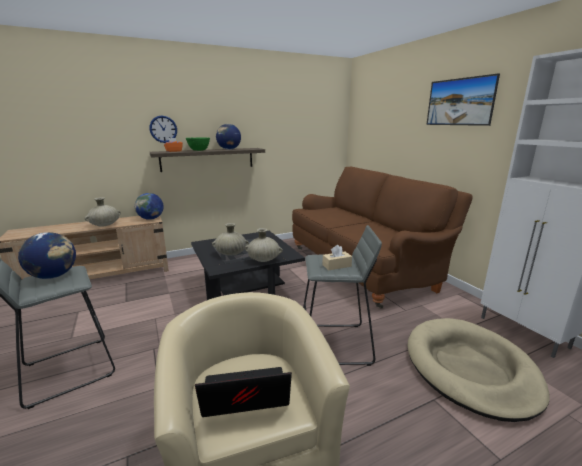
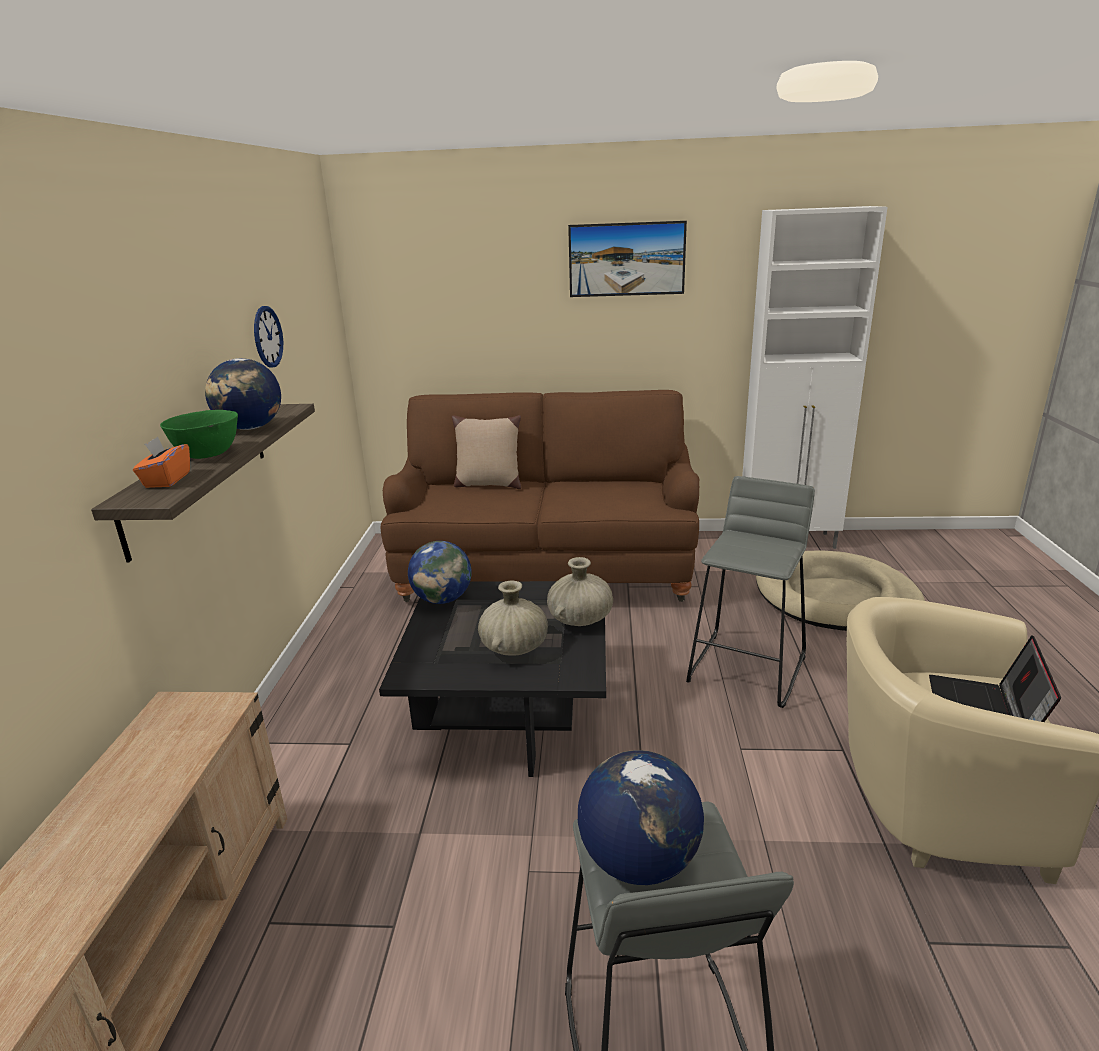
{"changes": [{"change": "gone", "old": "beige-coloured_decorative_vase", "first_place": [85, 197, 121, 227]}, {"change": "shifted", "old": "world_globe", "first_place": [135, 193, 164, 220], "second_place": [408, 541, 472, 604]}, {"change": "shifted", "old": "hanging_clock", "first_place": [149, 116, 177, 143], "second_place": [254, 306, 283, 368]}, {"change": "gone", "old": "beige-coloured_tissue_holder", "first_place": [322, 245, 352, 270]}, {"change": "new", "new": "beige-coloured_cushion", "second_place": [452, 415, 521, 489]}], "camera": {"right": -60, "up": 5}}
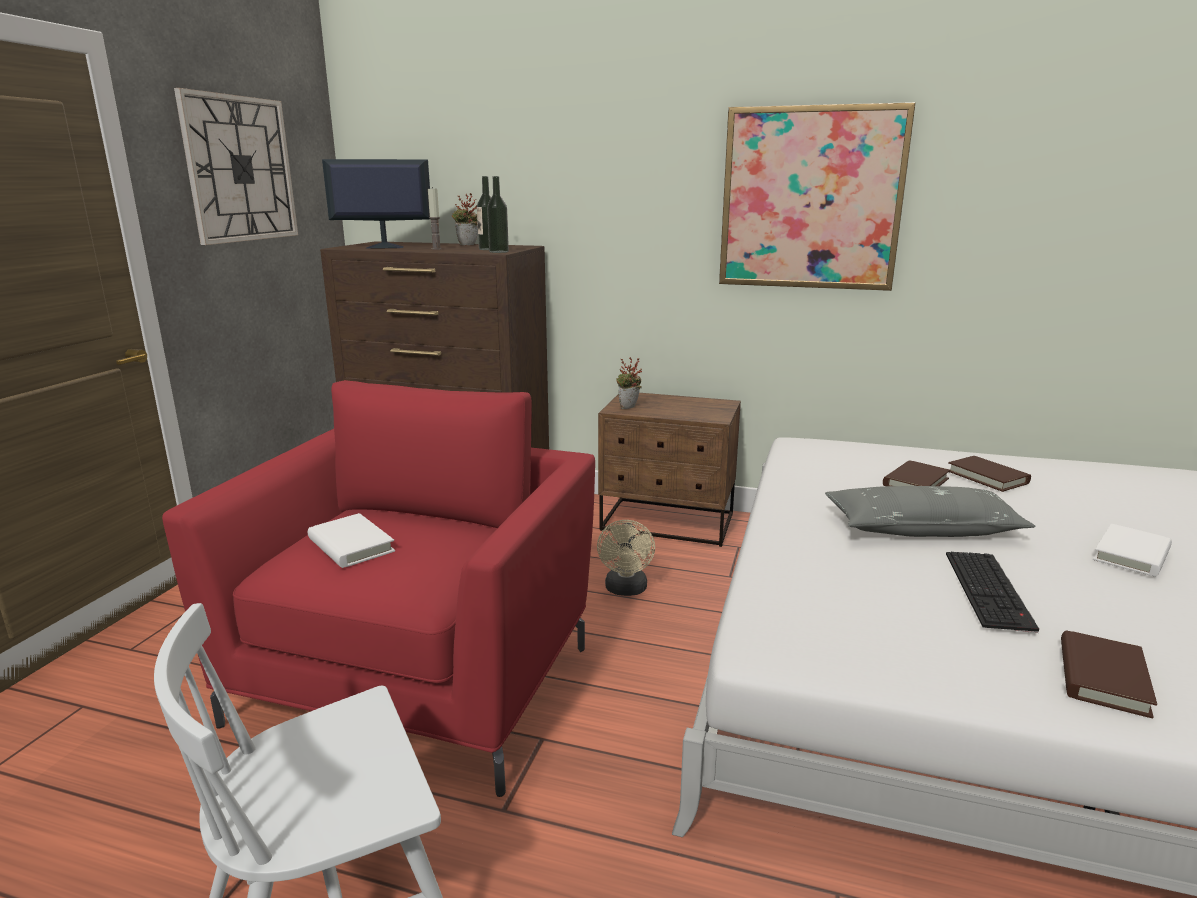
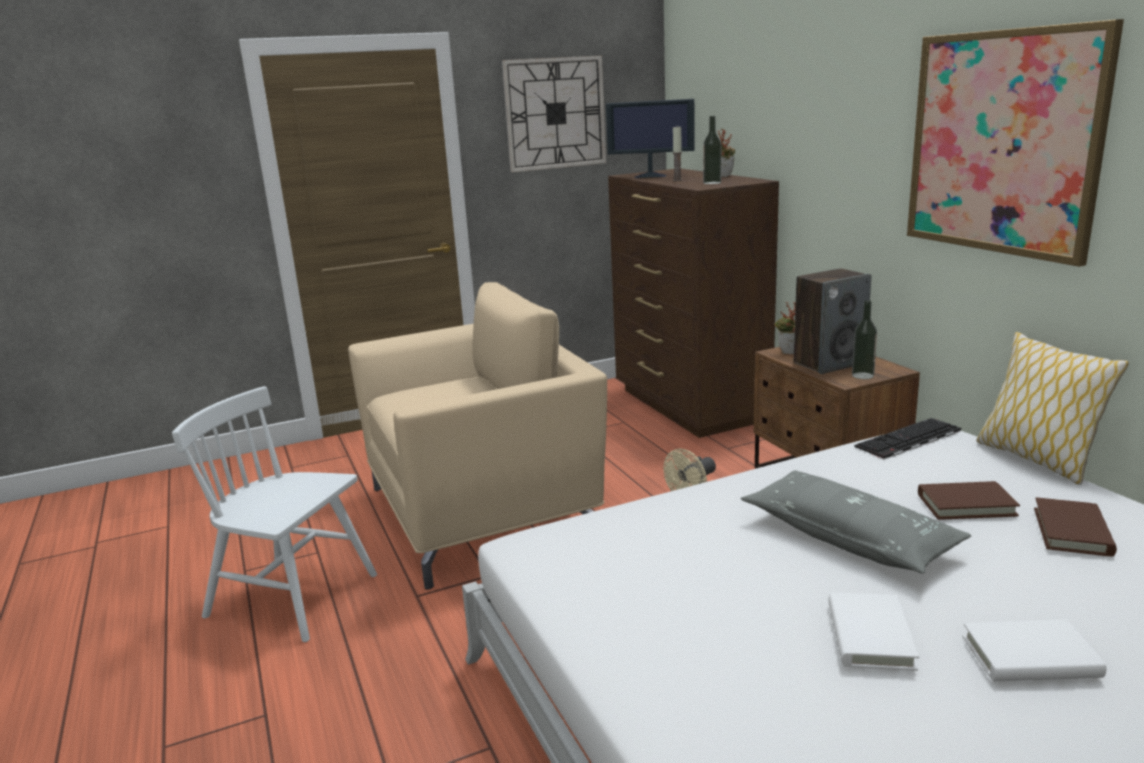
{"changes": [{"change": "repainted", "old": "red_easy_chair", "new": "beige-coloured_easy_chair", "first_place": [162, 380, 595, 797], "second_place": [348, 282, 607, 590]}, {"change": "shifted", "old": "whitish_volume", "first_place": [308, 513, 395, 568], "second_place": [828, 593, 919, 671]}, {"change": "rotated", "old": "monitor", "first_place": [322, 159, 430, 249], "second_place": [606, 99, 695, 178], "degrees": 150}, {"change": "shifted", "old": "drink_bottle", "first_place": [487, 176, 509, 253], "second_place": [852, 300, 877, 379]}, {"change": "shifted", "old": "keyboard", "first_place": [946, 552, 1039, 633], "second_place": [854, 418, 961, 460]}, {"change": "gone", "old": "brown-coloured_volume", "first_place": [1061, 630, 1157, 718]}, {"change": "new", "new": "speaker", "second_place": [794, 268, 871, 374]}, {"change": "new", "new": "cushion", "second_place": [977, 332, 1129, 485]}], "camera": {"right": 50, "up": 0}}
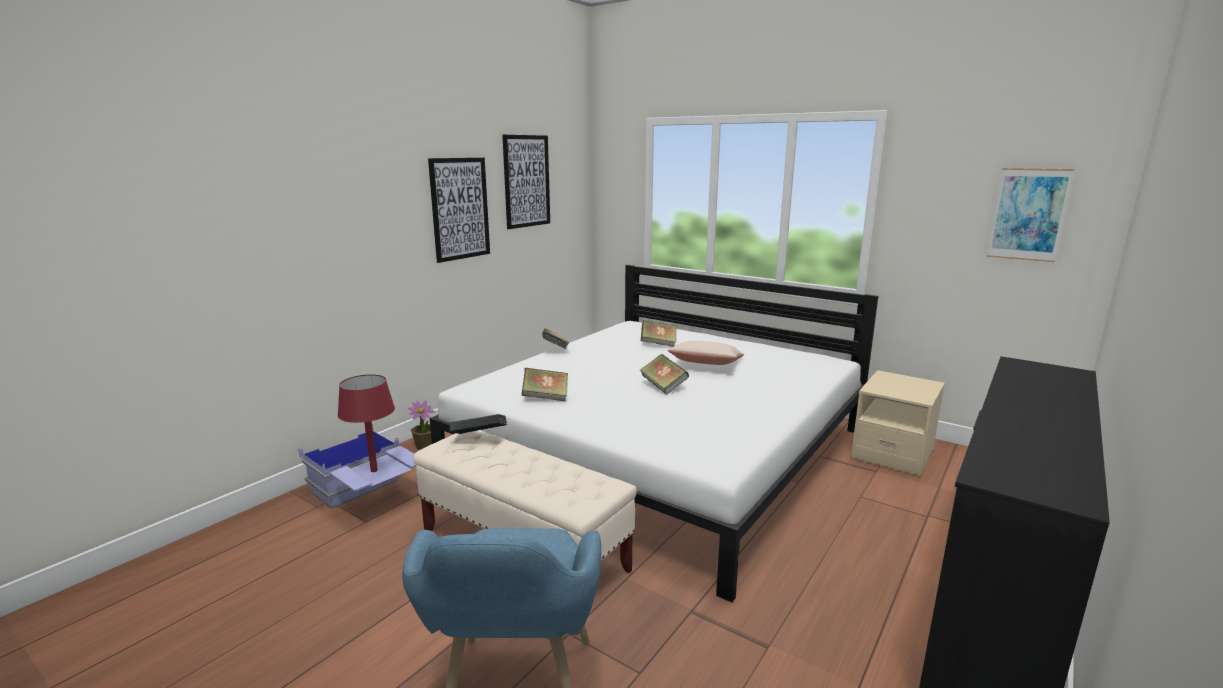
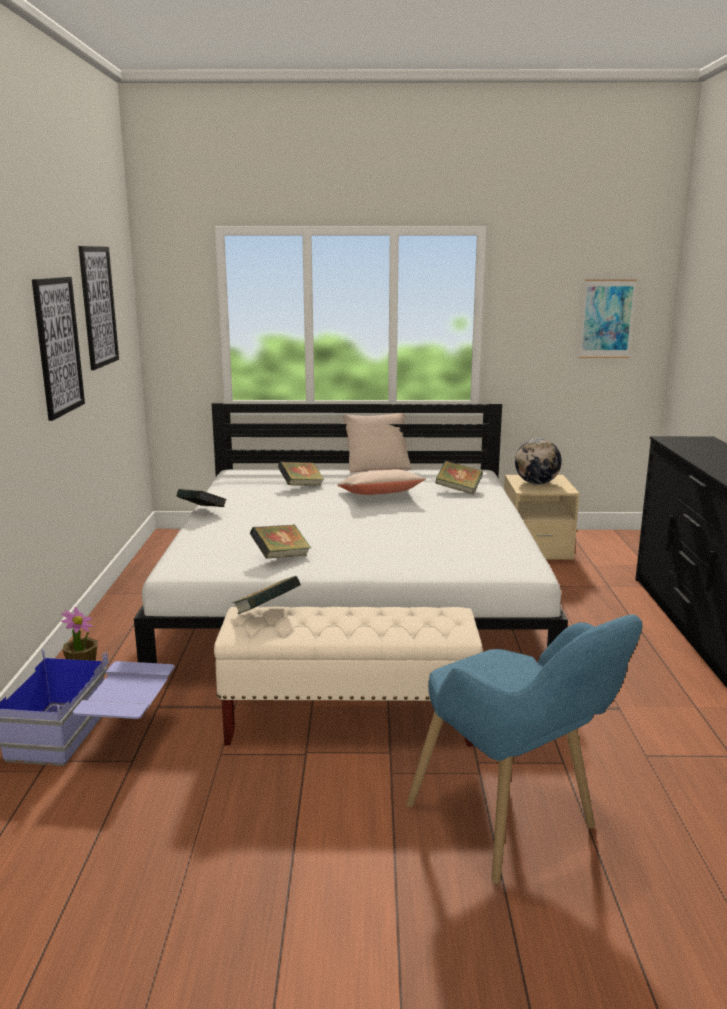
{"changes": [{"change": "gone", "old": "red_table_lamp", "first_place": [338, 374, 395, 472]}, {"change": "shifted", "old": "volume", "first_place": [640, 354, 689, 395], "second_place": [436, 461, 483, 495]}, {"change": "new", "new": "beige-coloured_cushion", "second_place": [343, 413, 412, 473]}, {"change": "new", "new": "world_globe", "second_place": [515, 438, 562, 484]}], "camera": {"right": -35, "up": 0}}
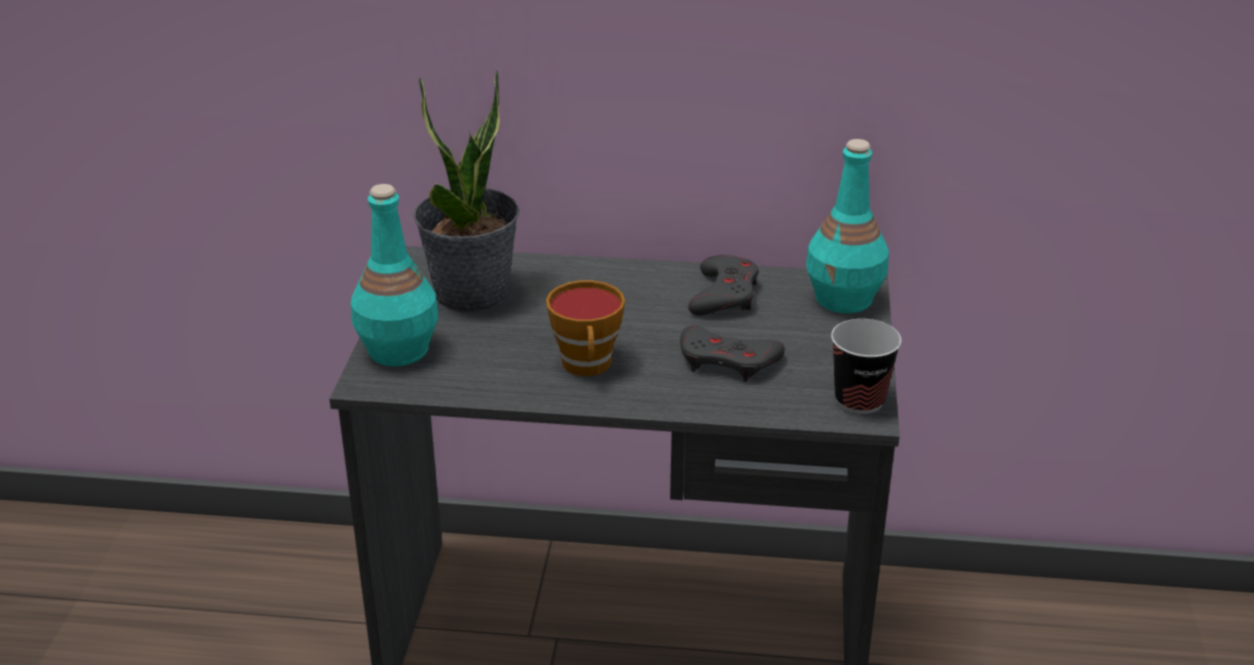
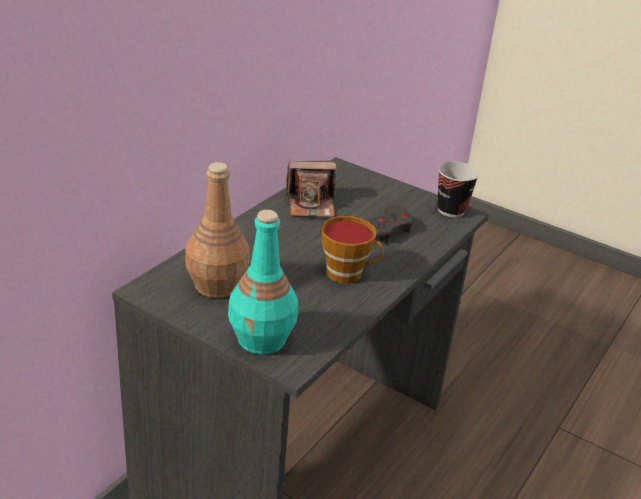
{"changes": [{"change": "swapped", "old": "plant_in_a_pot", "new": "brown-coloured_drink_bottle", "first_place": [413, 70, 520, 312], "second_place": [185, 162, 250, 298]}, {"change": "swapped", "old": "greyish_game_controller", "new": "still_camera", "first_place": [688, 255, 759, 315], "second_place": [285, 161, 337, 217]}, {"change": "gone", "old": "turquoise-coloured_drink_bottle", "first_place": [806, 139, 889, 313]}], "camera": {"right": -65, "up": 0}}
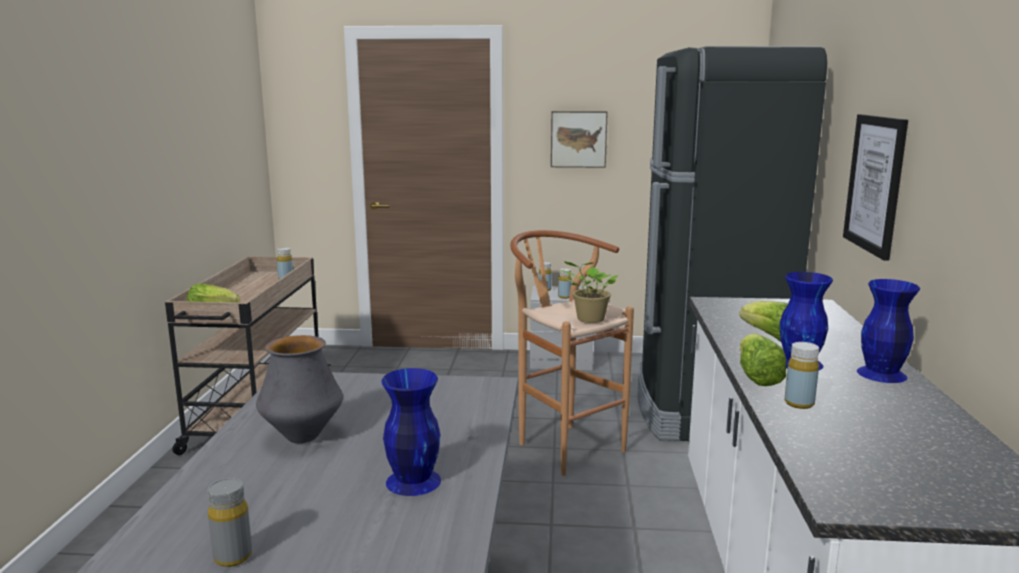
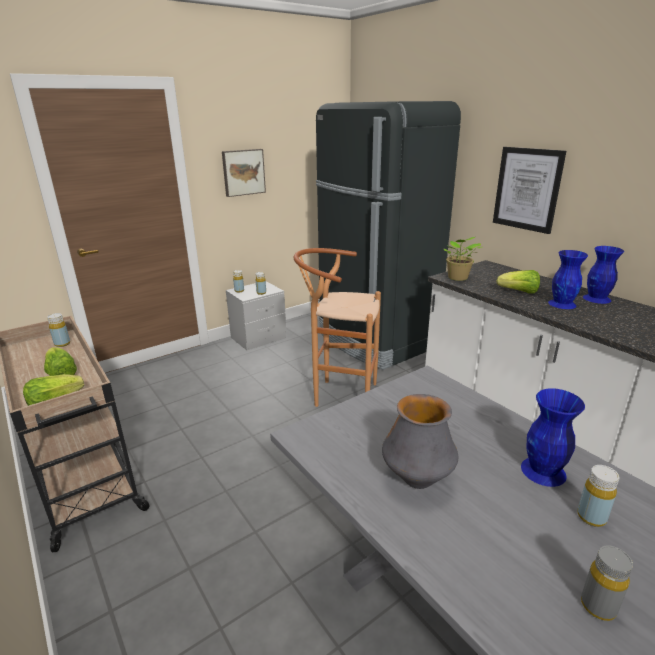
{"changes": [{"change": "shifted", "old": "plant_in_a_pot", "first_place": [561, 261, 619, 323], "second_place": [444, 237, 482, 281]}, {"change": "shifted", "old": "head_of_lettuce", "first_place": [740, 333, 786, 386], "second_place": [44, 347, 77, 376]}, {"change": "shifted", "old": "yellowish_drink_bottle", "first_place": [784, 342, 819, 409], "second_place": [577, 465, 619, 527]}], "camera": {"right": -40, "up": 10}}
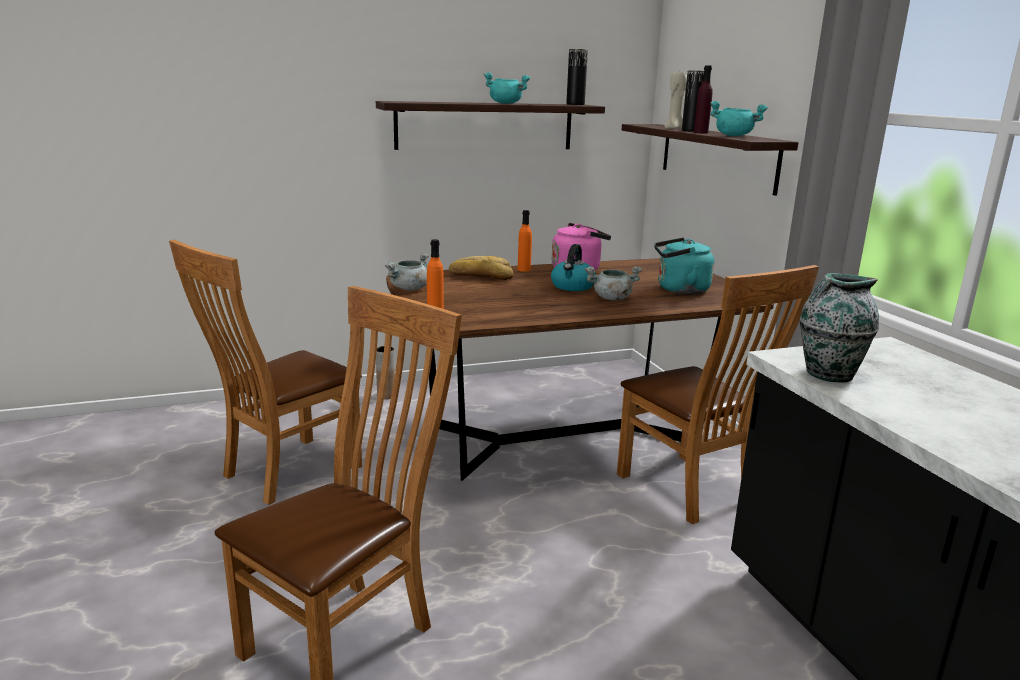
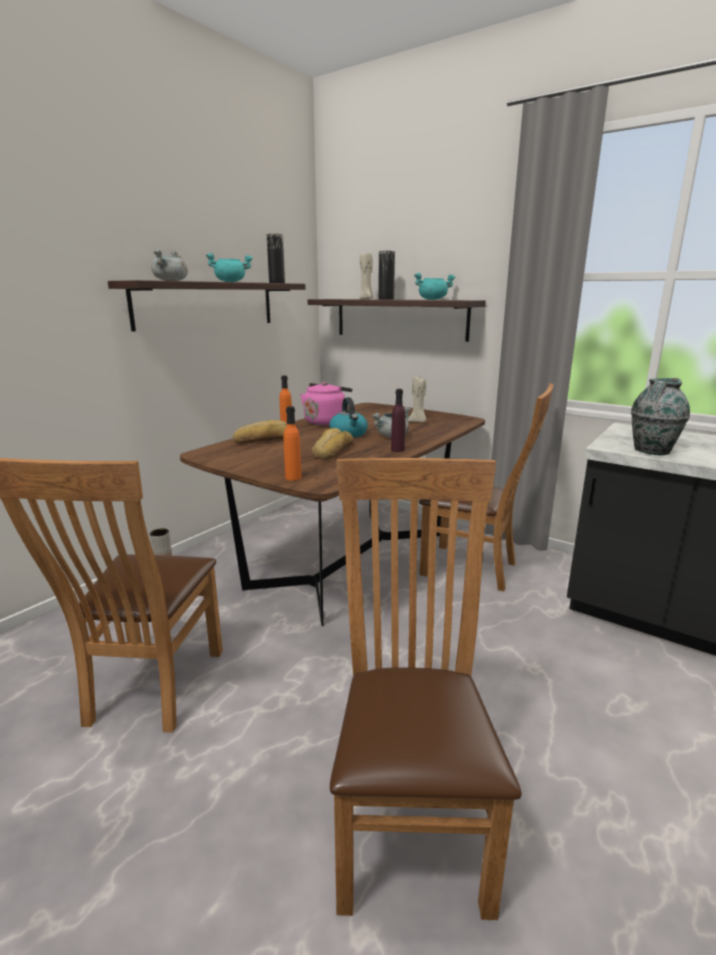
{"changes": [{"change": "shifted", "old": "greyish_stockpot", "first_place": [385, 253, 429, 291], "second_place": [151, 249, 188, 281]}, {"change": "swapped", "old": "turquoise-coloured_kettle", "new": "beige-coloured_wax_candle", "first_place": [654, 238, 714, 294], "second_place": [408, 376, 426, 422]}, {"change": "shifted", "old": "purple_drink_bottle", "first_place": [694, 65, 713, 134], "second_place": [391, 389, 406, 452]}, {"change": "new", "new": "baked_bread", "second_place": [312, 428, 354, 460]}], "camera": {"right": -35, "up": 0}}
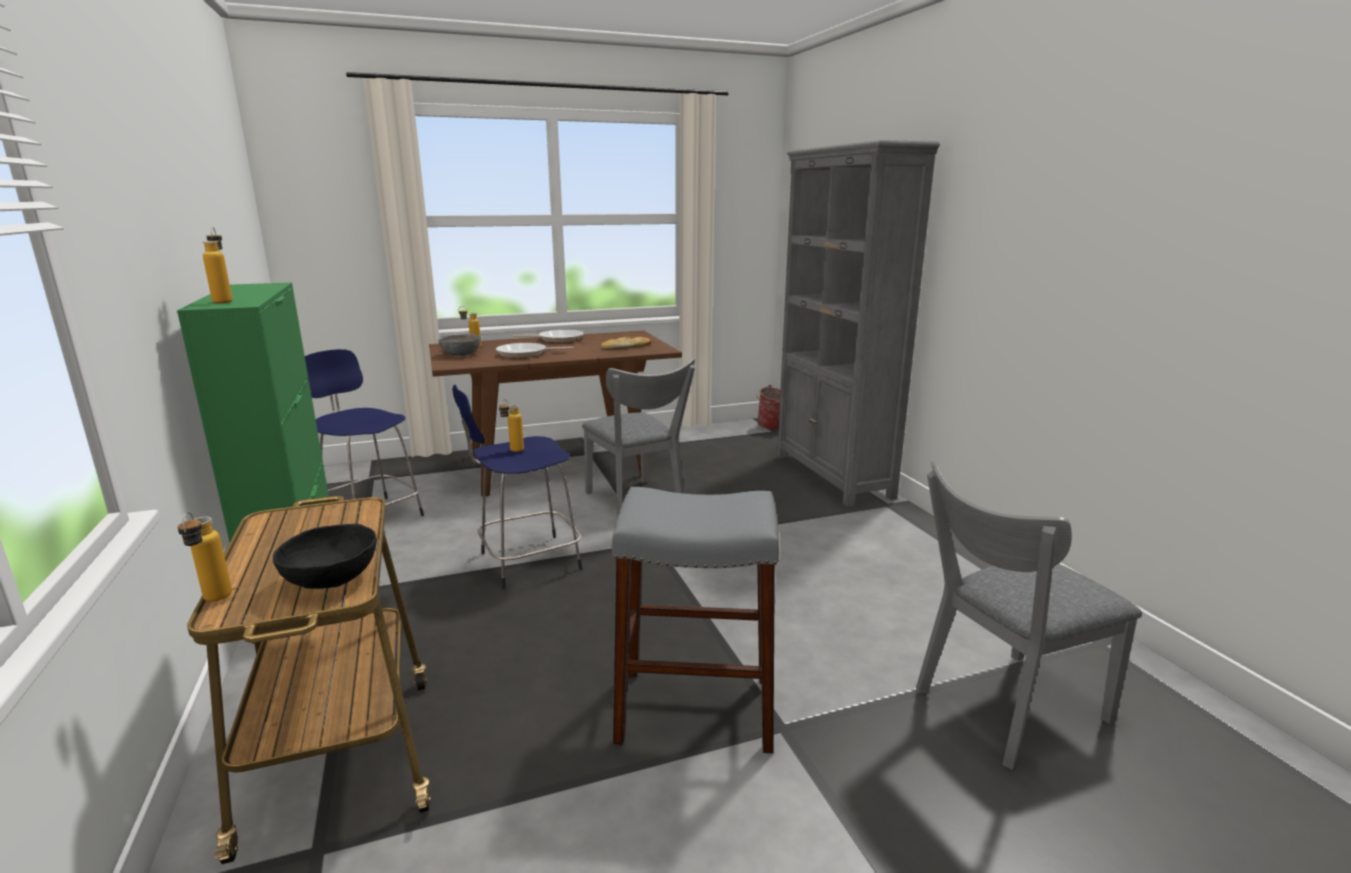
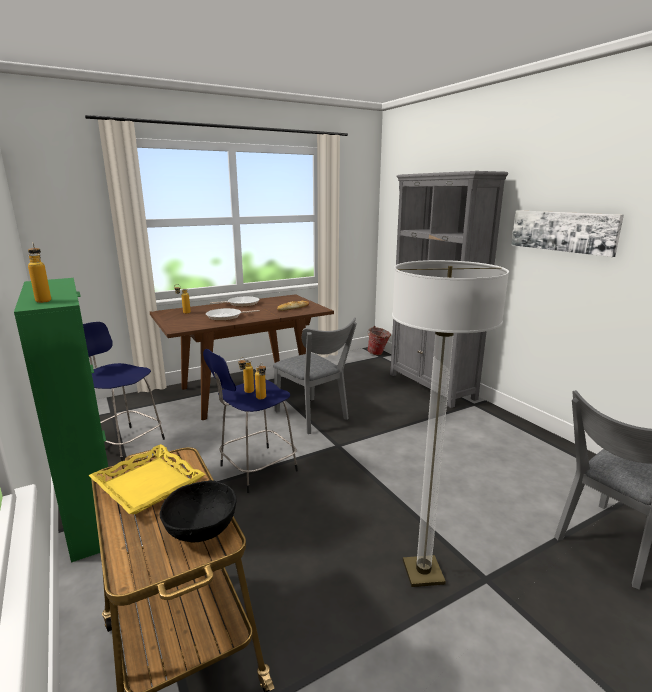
{"changes": [{"change": "shifted", "old": "drink_bottle", "first_place": [177, 512, 232, 602], "second_place": [255, 362, 266, 399]}, {"change": "gone", "old": "greyish_deep_dish", "first_place": [438, 334, 481, 356]}, {"change": "swapped", "old": "greyish_stool_seat", "new": "floor_lamp", "first_place": [612, 487, 779, 754], "second_place": [392, 260, 509, 587]}, {"change": "new", "new": "yellowish_serving_tray", "second_place": [89, 444, 206, 514]}, {"change": "new", "new": "picture", "second_place": [511, 210, 624, 257]}], "camera": {"right": -10, "up": 0}}
